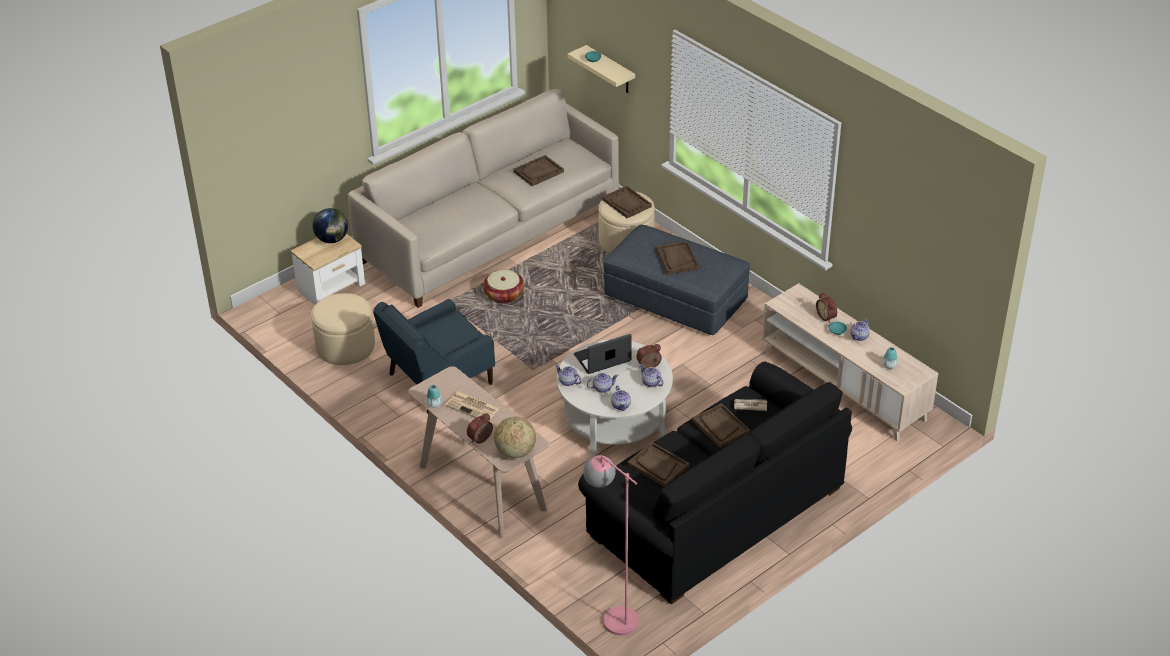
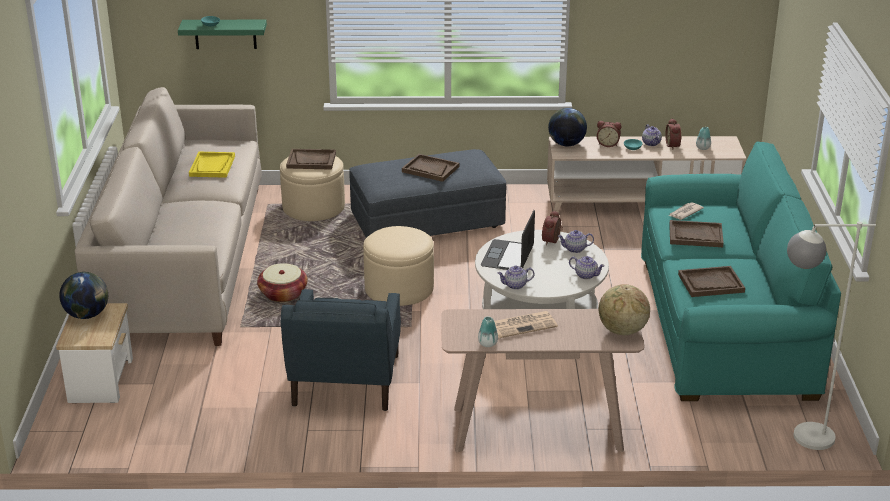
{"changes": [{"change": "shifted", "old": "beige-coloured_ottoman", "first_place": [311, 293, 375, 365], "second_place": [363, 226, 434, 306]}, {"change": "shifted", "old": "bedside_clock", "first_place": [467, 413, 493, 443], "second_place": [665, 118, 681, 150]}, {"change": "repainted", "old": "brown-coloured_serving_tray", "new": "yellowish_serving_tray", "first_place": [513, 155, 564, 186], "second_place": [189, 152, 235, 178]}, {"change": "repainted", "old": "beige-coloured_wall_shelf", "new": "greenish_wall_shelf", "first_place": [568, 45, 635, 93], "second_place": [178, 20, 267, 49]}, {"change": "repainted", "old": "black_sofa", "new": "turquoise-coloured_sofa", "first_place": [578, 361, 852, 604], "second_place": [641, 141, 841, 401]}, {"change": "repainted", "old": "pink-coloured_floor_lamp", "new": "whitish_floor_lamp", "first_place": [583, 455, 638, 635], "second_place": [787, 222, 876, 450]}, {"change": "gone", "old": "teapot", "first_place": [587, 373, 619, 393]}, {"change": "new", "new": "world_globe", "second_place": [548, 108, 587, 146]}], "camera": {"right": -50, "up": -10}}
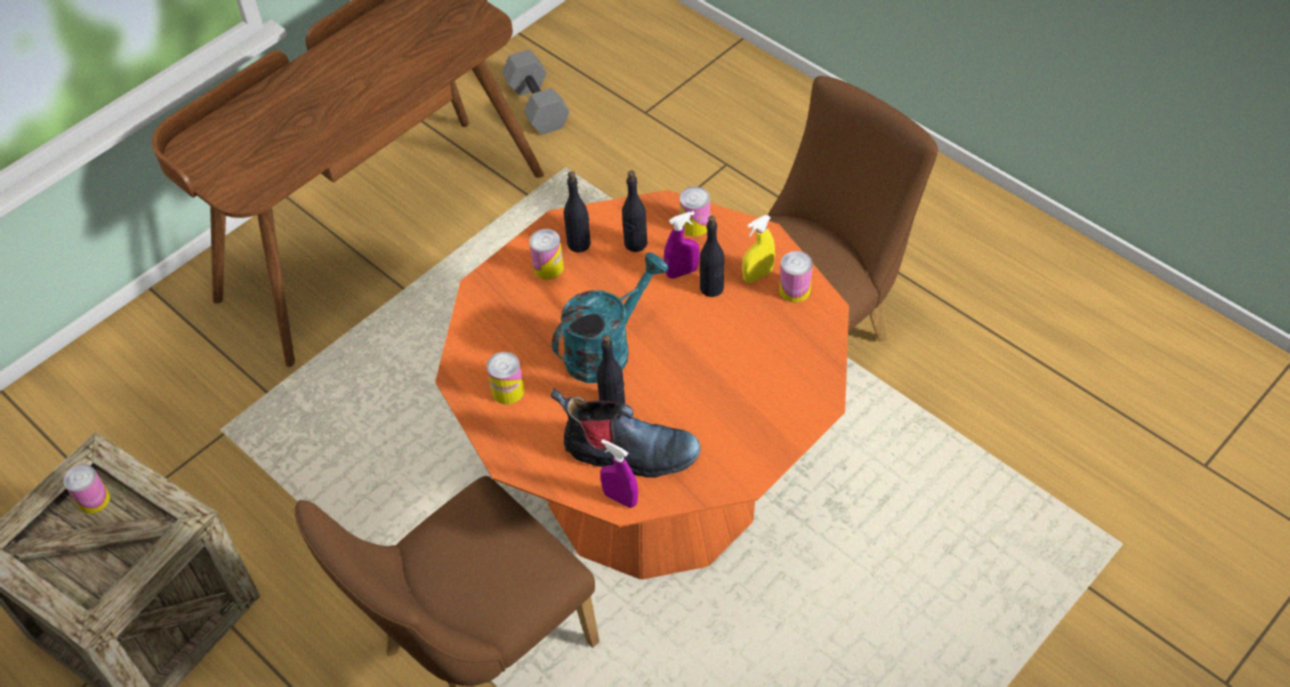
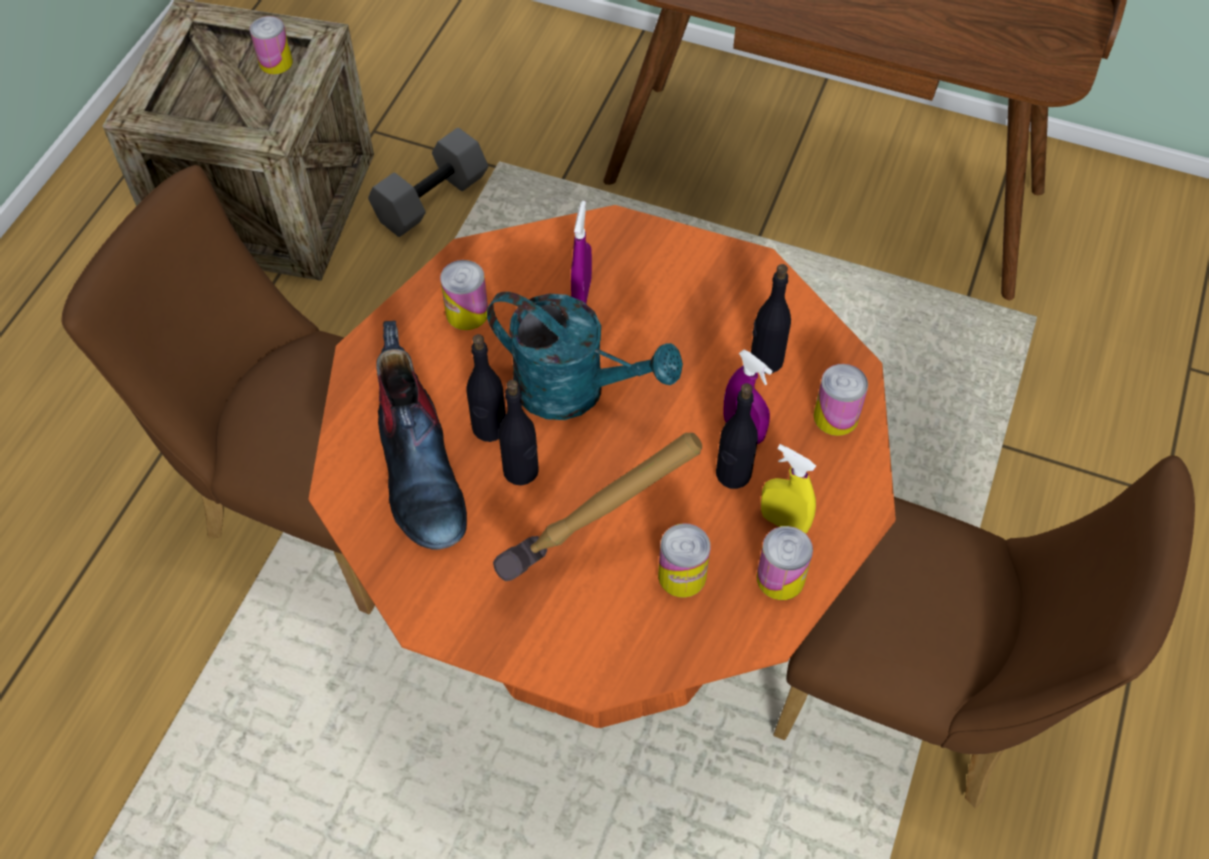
{"changes": [{"change": "shifted", "old": "greyish_dumbbell", "first_place": [502, 49, 570, 135], "second_place": [368, 128, 488, 237]}, {"change": "shifted", "old": "metal_can", "first_place": [529, 229, 564, 279], "second_place": [658, 523, 710, 598]}, {"change": "shifted", "old": "black_drink_bottle", "first_place": [564, 171, 591, 253], "second_place": [499, 380, 539, 485]}, {"change": "shifted", "old": "purple_sprayer", "first_place": [600, 439, 638, 508], "second_place": [571, 201, 592, 304]}, {"change": "new", "new": "hammer", "second_place": [493, 433, 702, 581]}], "camera": {"right": 65, "up": 5}}
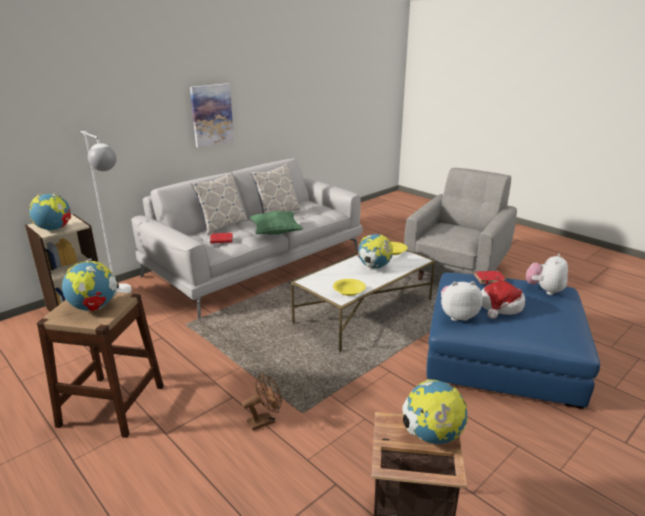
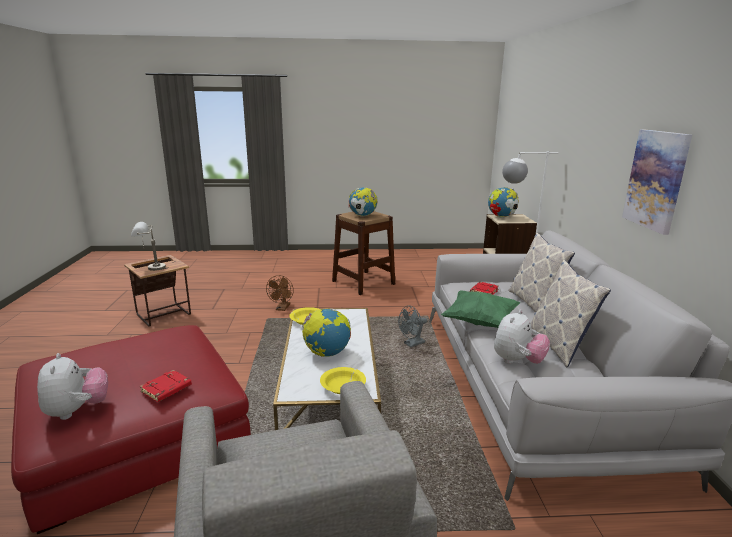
{"changes": [{"change": "swapped", "old": "world_globe", "new": "greyish_table_lamp", "first_place": [403, 379, 468, 444], "second_place": [131, 222, 166, 271]}, {"change": "repainted", "old": "blue_ottoman", "new": "red_ottoman", "first_place": [427, 272, 600, 409], "second_place": [11, 325, 251, 534]}, {"change": "shifted", "old": "plush_toy", "first_place": [441, 281, 483, 321], "second_place": [494, 310, 550, 364]}, {"change": "gone", "old": "wearable_hat", "first_place": [481, 281, 525, 319]}, {"change": "new", "new": "greyish_cooling_fan", "second_place": [398, 305, 427, 347]}], "camera": {"right": 130, "up": -5}}
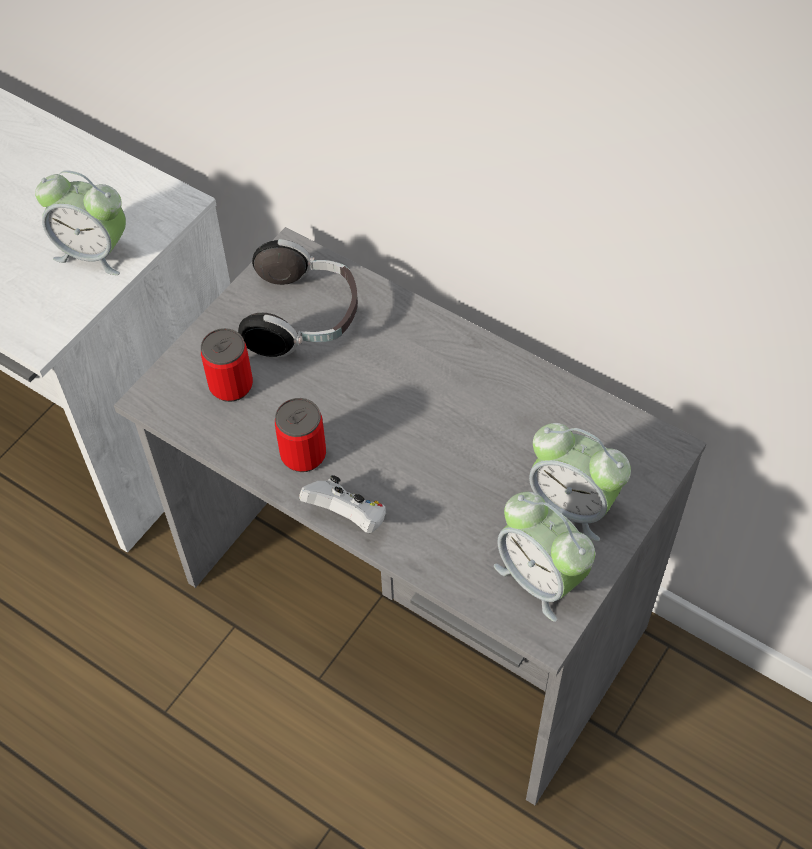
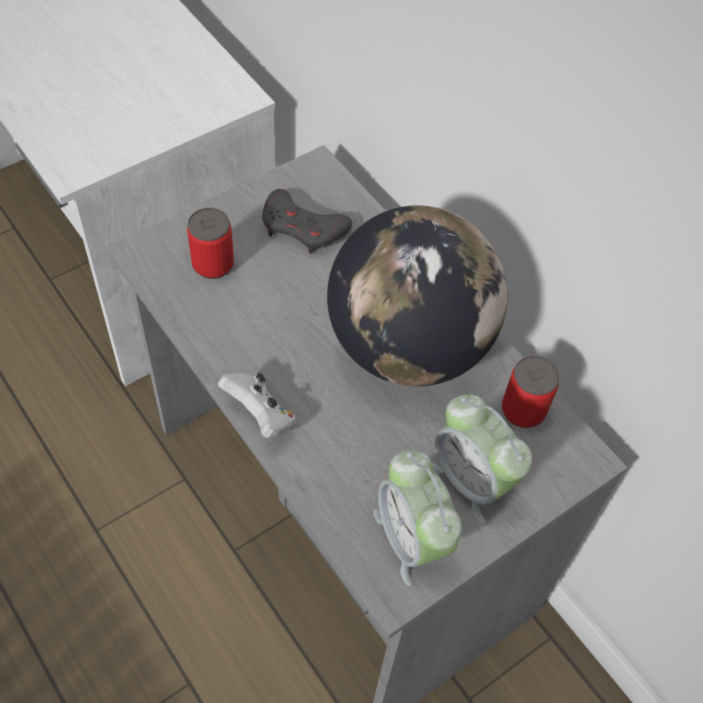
{"changes": [{"change": "gone", "old": "bedside_clock", "first_place": [35, 170, 126, 275]}, {"change": "swapped", "old": "headset", "new": "greyish_game_controller", "first_place": [238, 239, 358, 358], "second_place": [262, 189, 352, 254]}, {"change": "shifted", "old": "metal_can", "first_place": [275, 398, 326, 472], "second_place": [502, 355, 560, 428]}, {"change": "new", "new": "world_globe", "second_place": [327, 205, 508, 386]}], "camera": {"right": 15, "up": 0}}
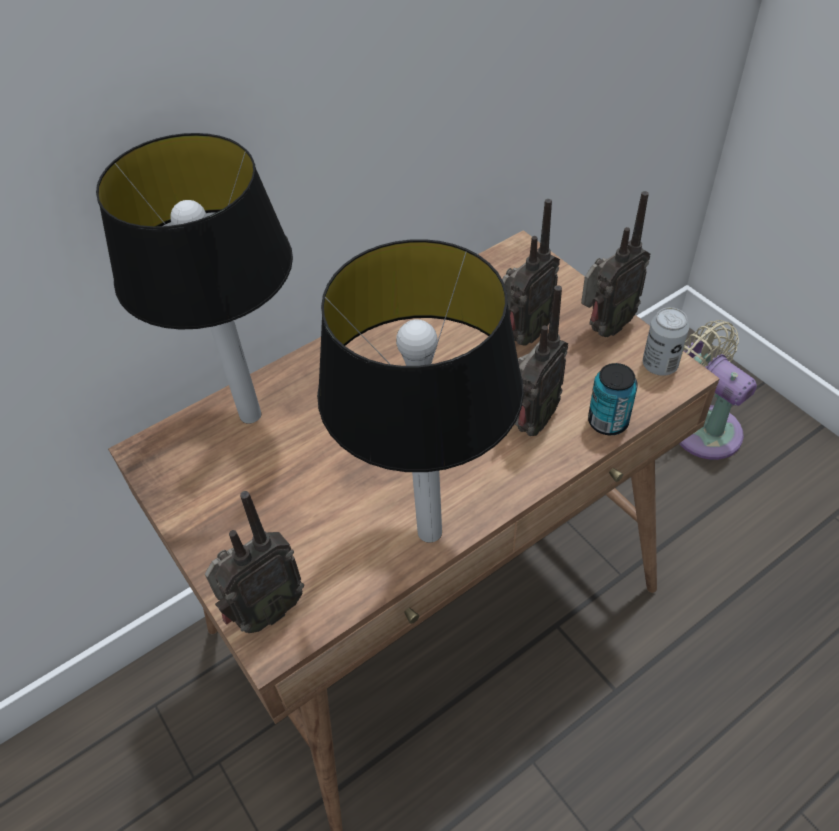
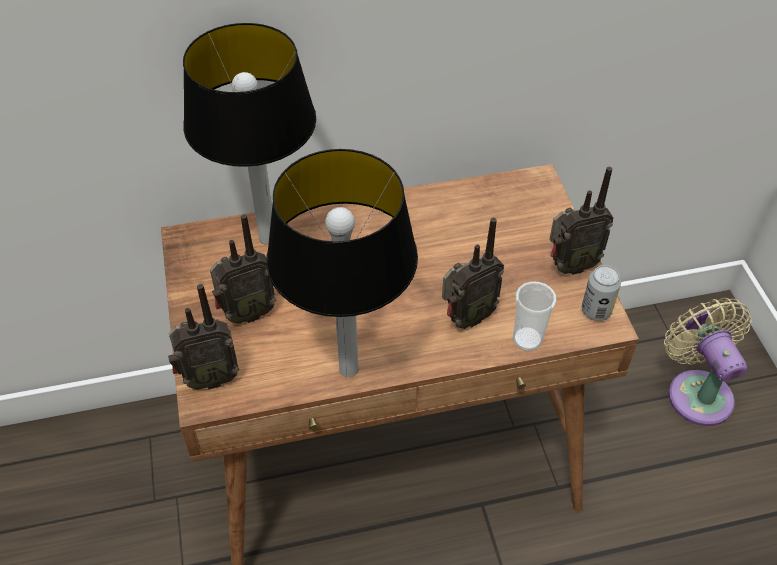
{"changes": [{"change": "shifted", "old": "radio_set", "first_place": [502, 199, 560, 346], "second_place": [210, 214, 276, 324]}, {"change": "swapped", "old": "metal_can", "new": "cup", "first_place": [588, 363, 638, 435], "second_place": [513, 281, 557, 351]}], "camera": {"right": 20, "up": 0}}
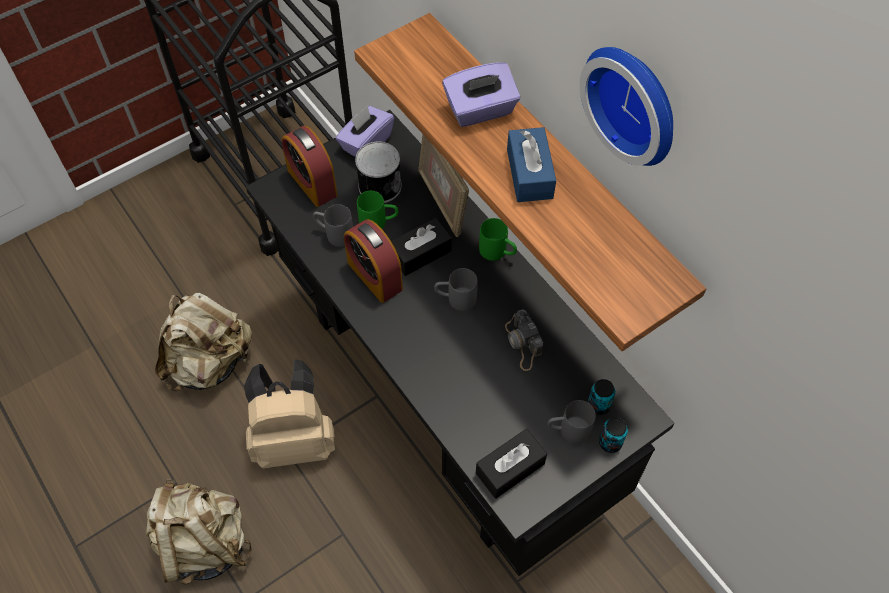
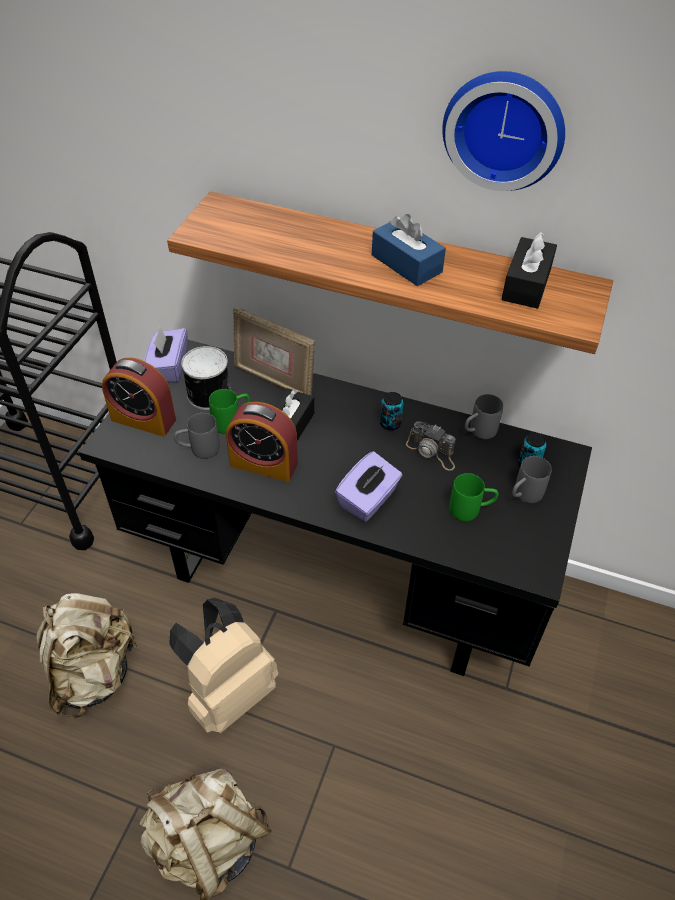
{"changes": [{"change": "shifted", "old": "greyish_tea_mug", "first_place": [434, 268, 478, 311], "second_place": [465, 394, 503, 439]}, {"change": "shifted", "old": "purple_tissue_holder", "first_place": [442, 63, 520, 127], "second_place": [335, 451, 403, 522]}, {"change": "shifted", "old": "black_tissue_holder", "first_place": [476, 429, 547, 499], "second_place": [501, 232, 557, 309]}, {"change": "shifted", "old": "greenish_tea_mug", "first_place": [479, 218, 517, 261], "second_place": [449, 473, 499, 521]}, {"change": "shifted", "old": "metal_can", "first_place": [599, 417, 628, 453], "second_place": [380, 392, 404, 430]}], "camera": {"right": -35, "up": -10}}
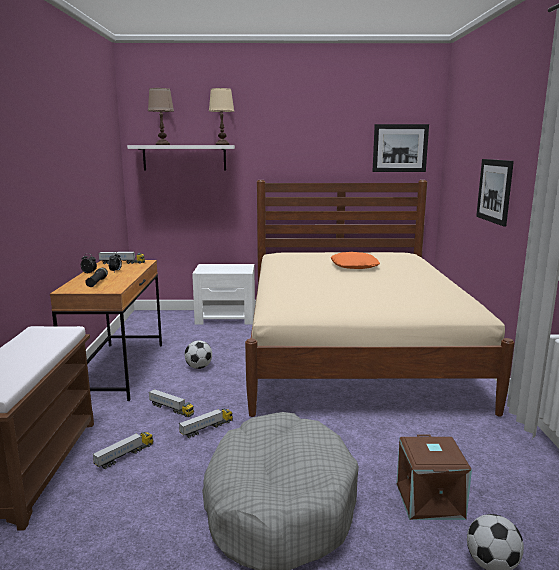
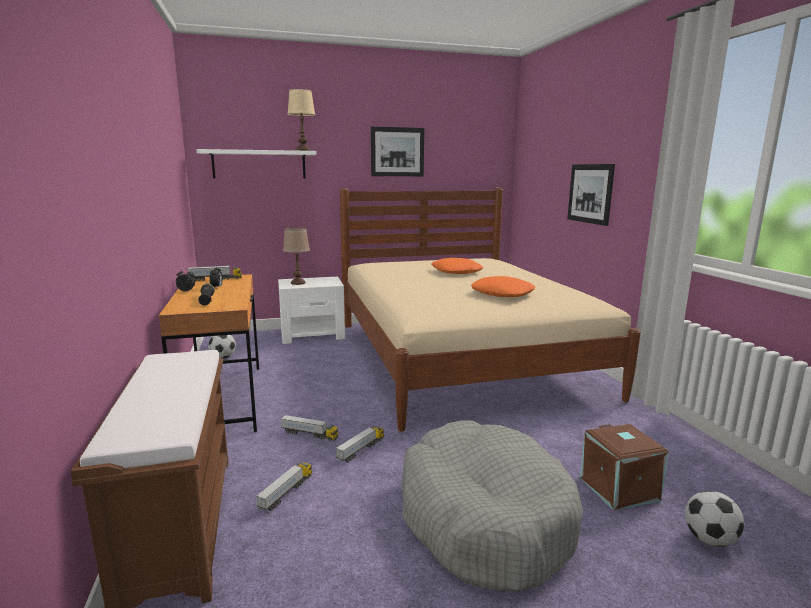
{"changes": [{"change": "shifted", "old": "brown-coloured_table_lamp", "first_place": [148, 88, 174, 145], "second_place": [283, 228, 310, 285]}, {"change": "shifted", "old": "ball_for_football", "first_place": [184, 340, 212, 369], "second_place": [208, 335, 236, 359]}, {"change": "shifted", "old": "picture", "first_place": [372, 124, 429, 172], "second_place": [371, 126, 424, 176]}, {"change": "new", "new": "orange-coloured_cushion", "second_place": [471, 276, 535, 297]}], "camera": {"right": -15, "up": 0}}
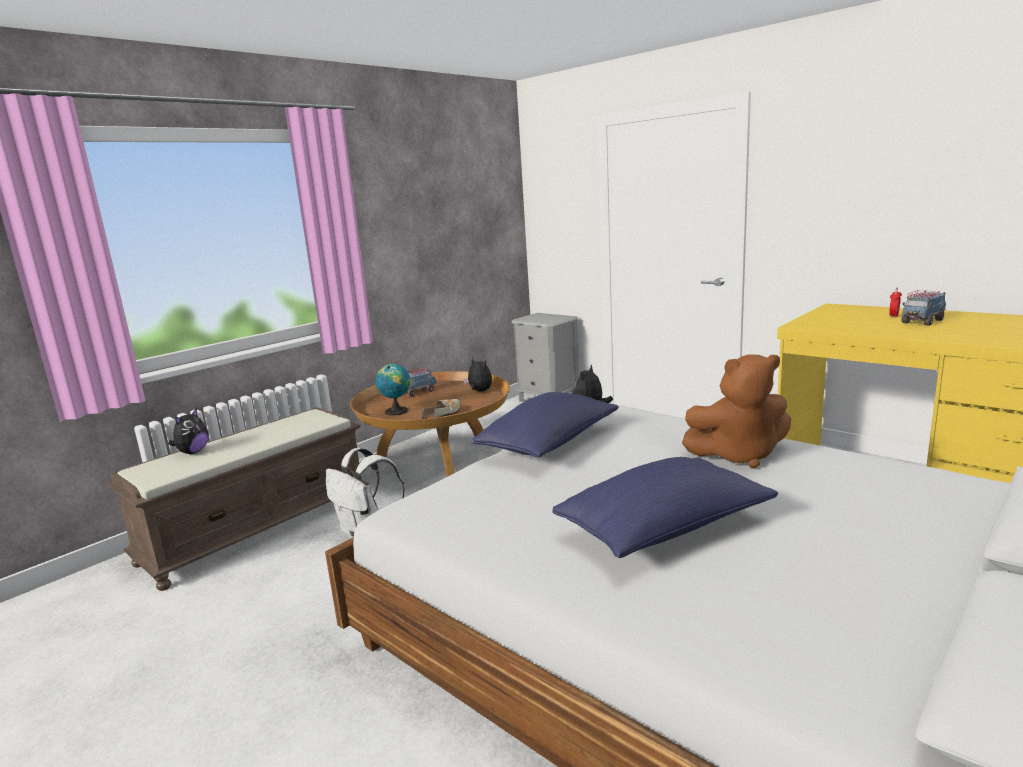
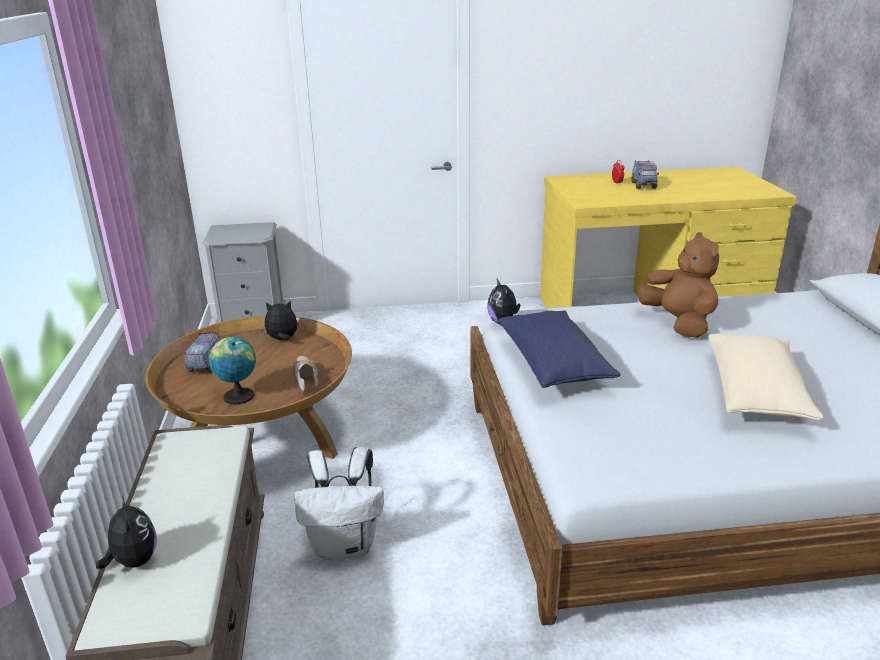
{"changes": [{"change": "repainted", "old": "blue_cushion", "new": "beige-coloured_cushion", "first_place": [552, 457, 778, 558], "second_place": [708, 334, 823, 420]}, {"change": "rotated", "old": "brown-coloured_plush_toy", "first_place": [682, 354, 791, 469], "second_place": [637, 232, 719, 338], "degrees": -60}], "camera": {"right": -50, "up": 10}}
